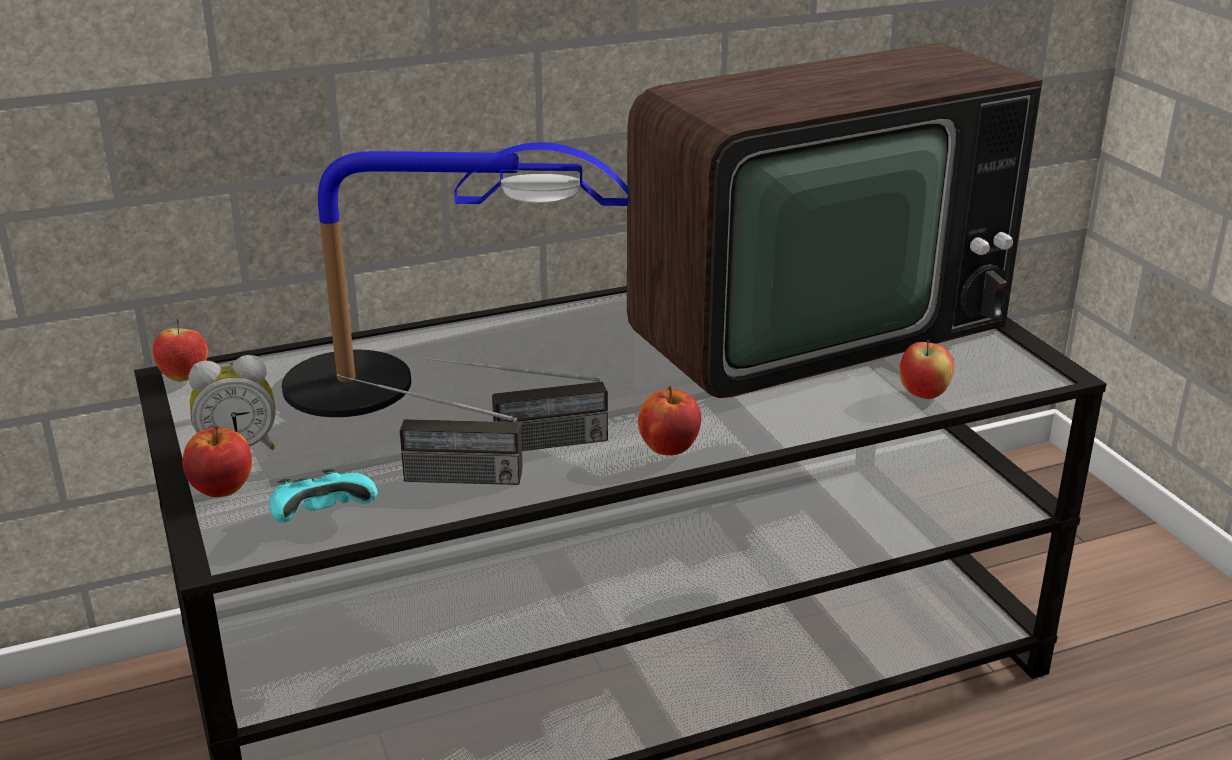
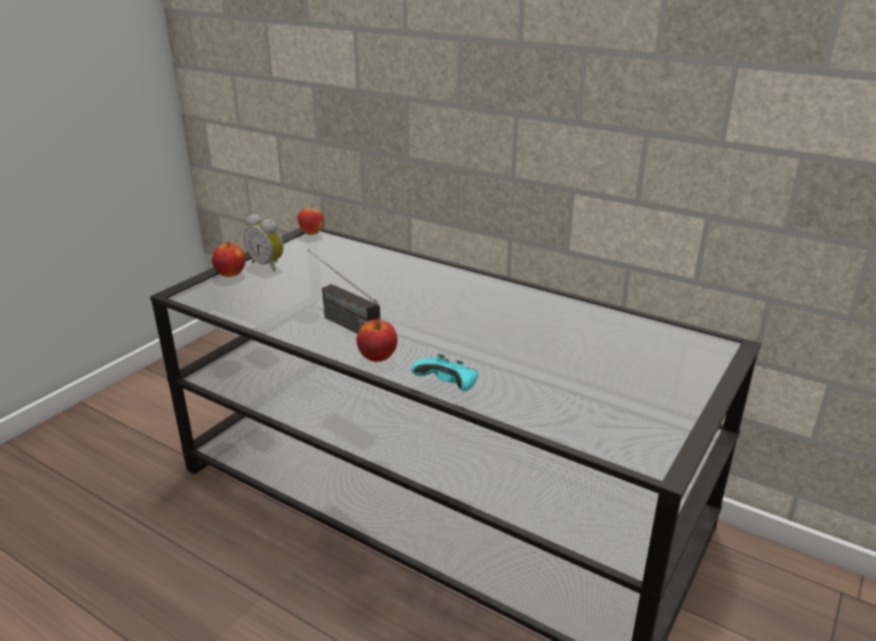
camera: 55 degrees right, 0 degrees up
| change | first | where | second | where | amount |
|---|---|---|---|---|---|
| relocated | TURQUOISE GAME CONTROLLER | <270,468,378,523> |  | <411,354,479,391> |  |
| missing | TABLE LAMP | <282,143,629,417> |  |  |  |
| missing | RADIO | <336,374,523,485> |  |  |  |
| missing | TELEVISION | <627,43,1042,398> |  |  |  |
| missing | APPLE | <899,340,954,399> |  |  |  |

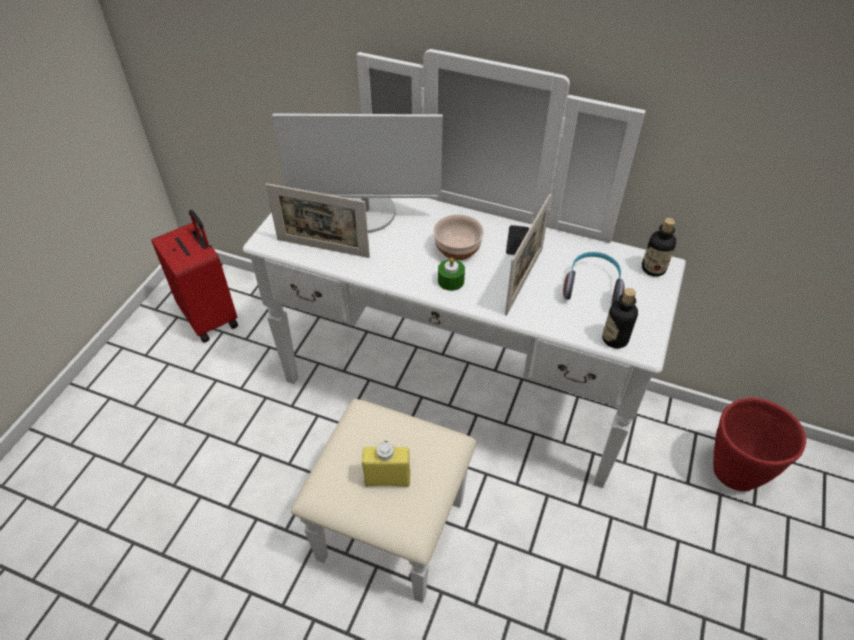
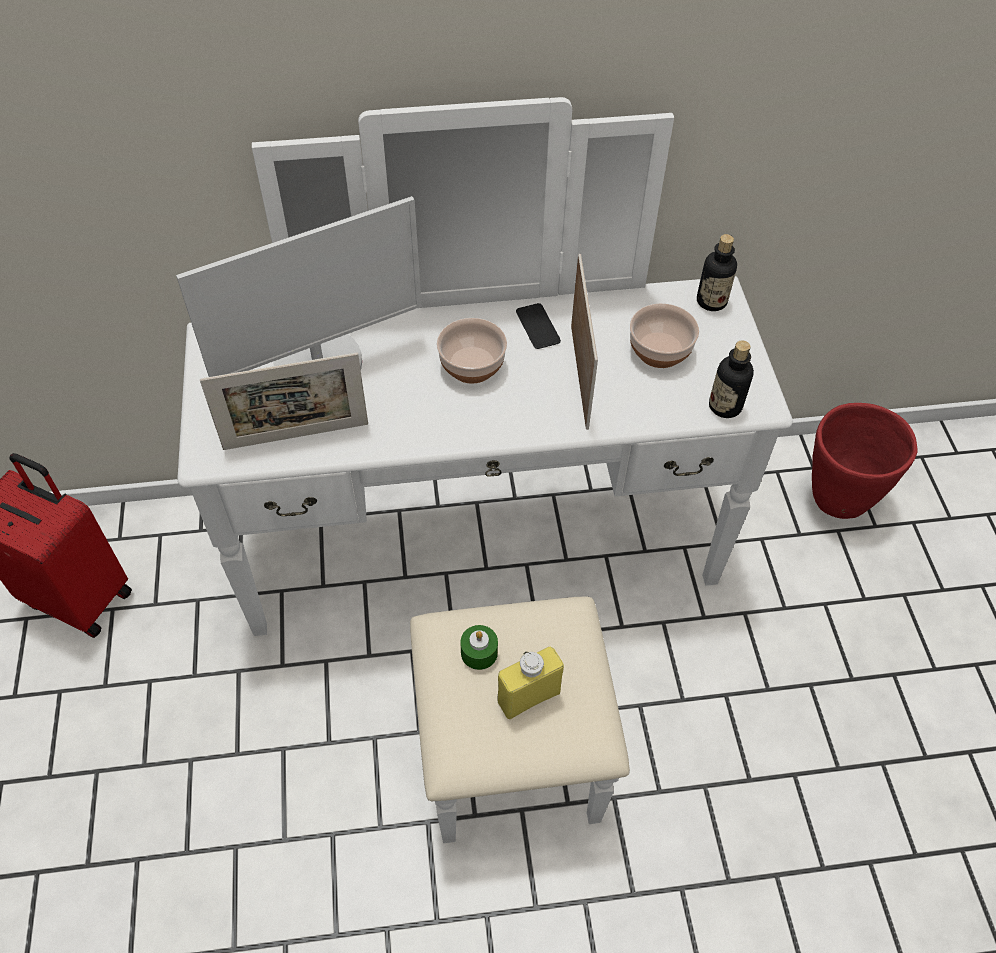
camera: 30 degrees left, 5 degrees up
| change | first | where | second | where | amount |
|---|---|---|---|---|---|
| relocated | GREEN CANDLE | <438,258,465,291> |  | <460,625,498,670> |  |
| exchanged | HEADPHONES | <563,252,625,305> | BOWL | <630,303,699,368> |  |

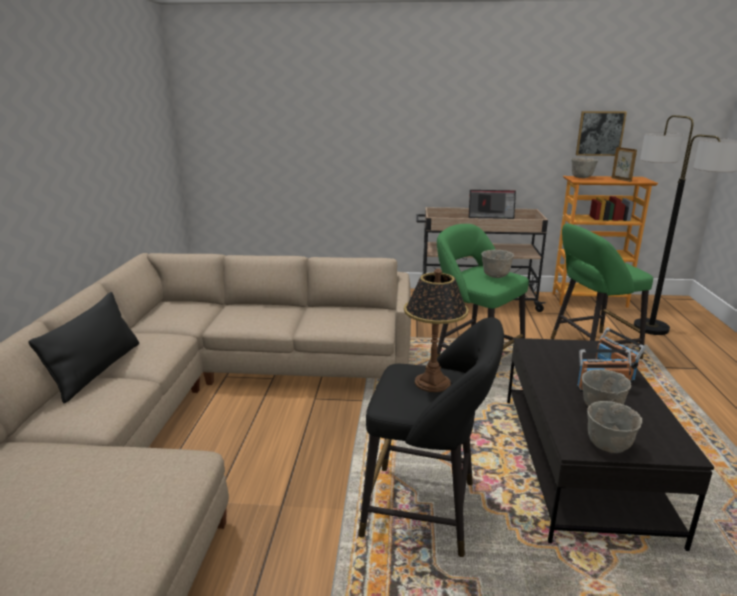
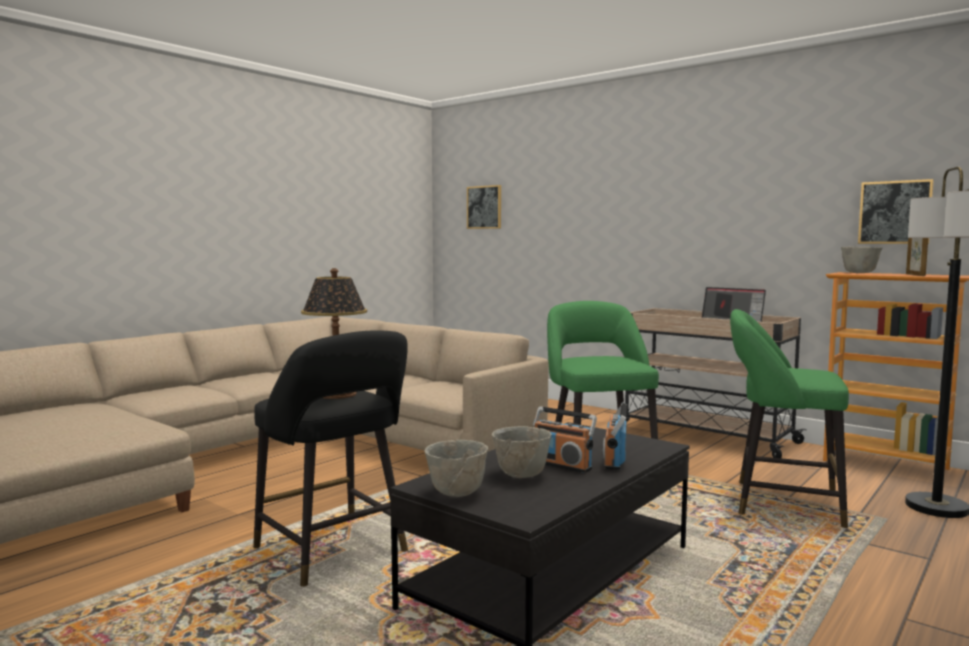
camera: 35 degrees right, 15 degrees down
| change | first | where | second | where | amount |
|---|---|---|---|---|---|
| missing | BLACK PILLOW | <29,292,139,403> |  |  |  |
| missing | GREY BOWL | <481,250,514,278> |  |  |  |
| appeared |  |  | PICTURE | <467,185,501,229> |  |

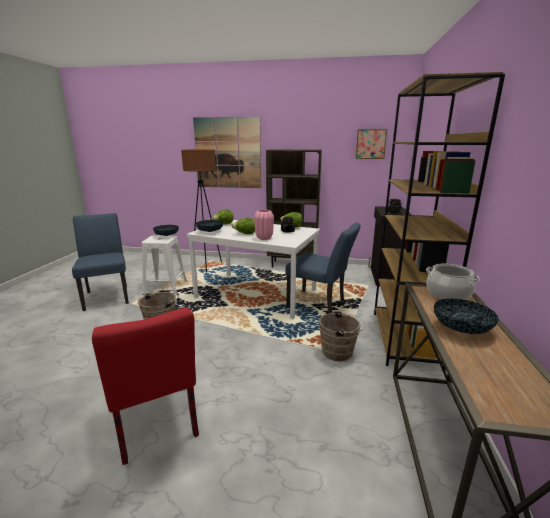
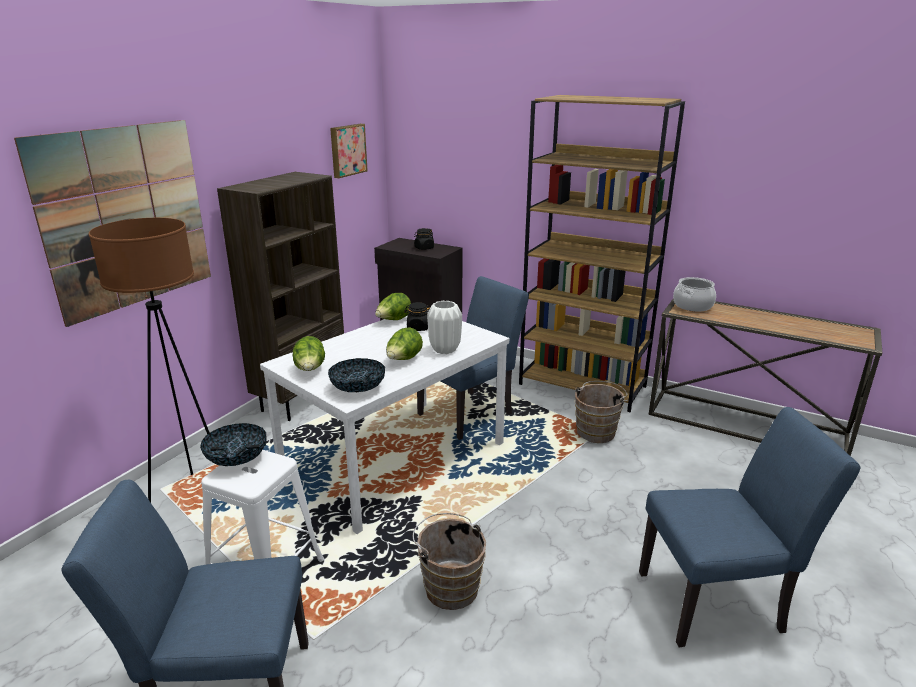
camera: 70 degrees left, 5 degrees up
| change | first | where | second | where | amount |
|---|---|---|---|---|---|
| colour | RED CHAIR | <92,307,199,465> | BLUE CHAIR | <639,407,861,647> |  |
| colour | PINK VASE | <254,210,274,240> | WHITE VASE | <427,301,462,354> |  |
| missing | BOWL | <434,299,498,334> |  |  |  |

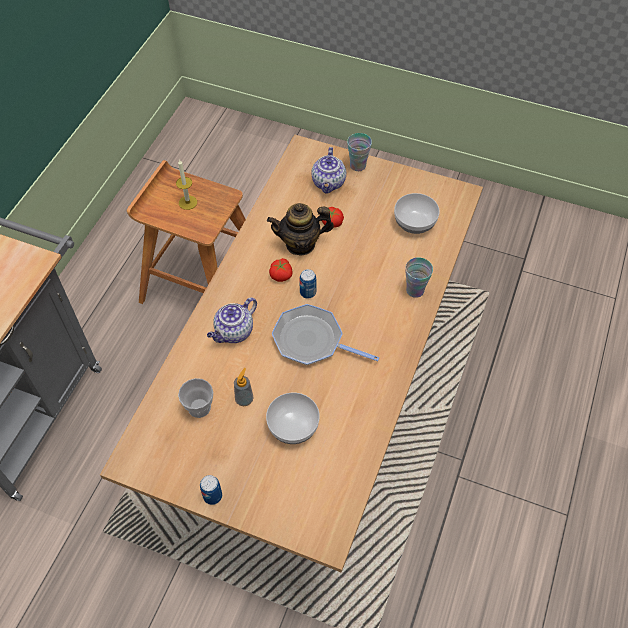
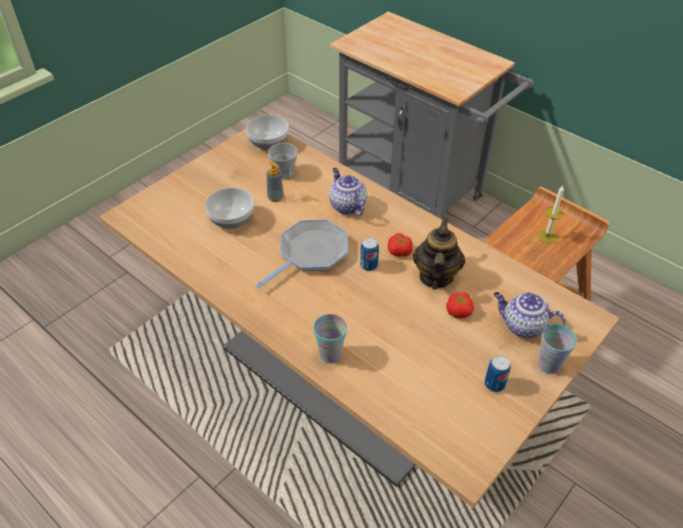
camera: 110 degrees right, 10 degrees down
| change | first | where | second | where | amount |
|---|---|---|---|---|---|
| relocated | CAN | <200,475,222,505> |  | <485,355,511,392> |  |
| relocated | BOWL | <394,193,440,234> |  | <246,115,289,150> |  |

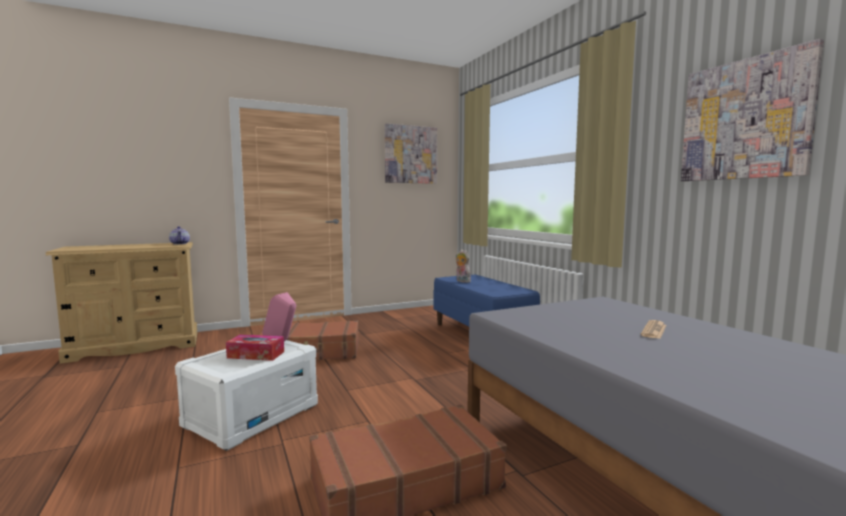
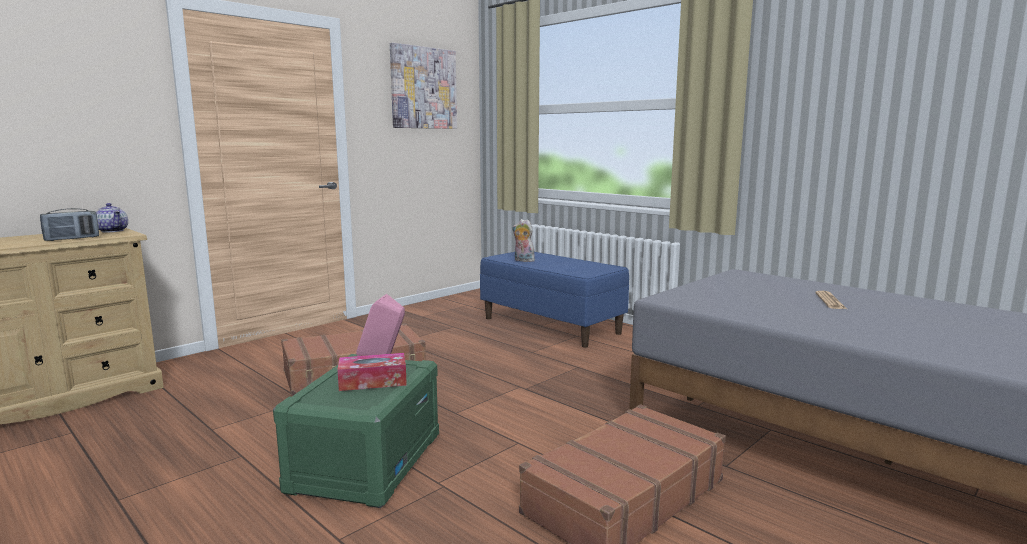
camera: 20 degrees left, 5 degrees up
| change | first | where | second | where | amount |
|---|---|---|---|---|---|
| colour | WHITE STORAGE BOX | <175,340,318,451> | GREEN STORAGE BOX | <273,354,439,508> |  |
| missing | PICTURE | <681,39,824,181> |  |  |  |
| appeared |  |  | RADIO | <40,208,99,241> |  |

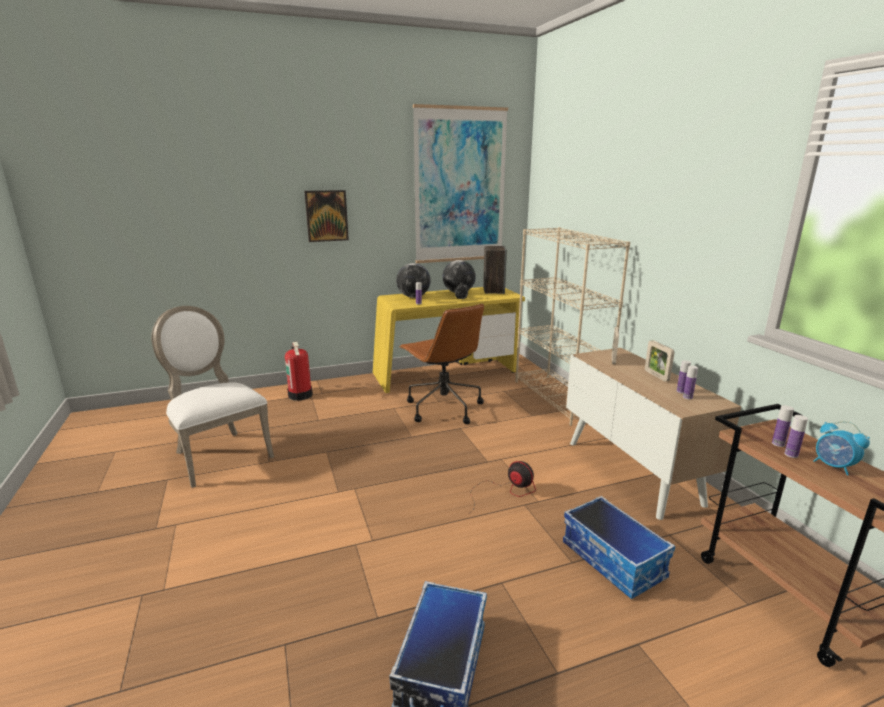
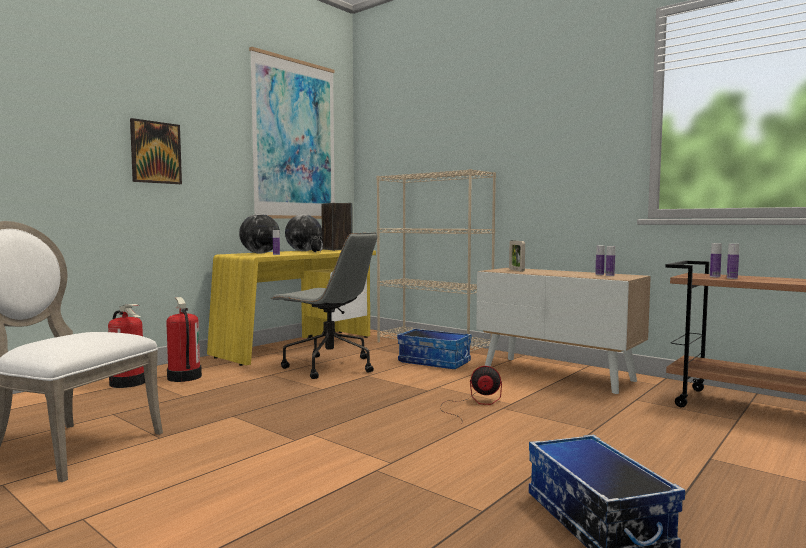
camera: 30 degrees left, 15 degrees down
| change | first | where | second | where | amount |
|---|---|---|---|---|---|
| colour | BROWN OFFICE CHAIR | <399,304,484,424> | GREY OFFICE CHAIR | <271,232,377,379> |  |
| relocated | STORAGE BOX | <563,496,675,599> |  | <397,328,471,369> |  |
| missing | PICTURE FRAME | <645,340,674,382> |  |  |  |
| missing | ALARM CLOCK | <813,421,870,475> |  |  |  |
| appeared |  |  | FIRE EXTINGUISHER | <166,297,202,382> |  |

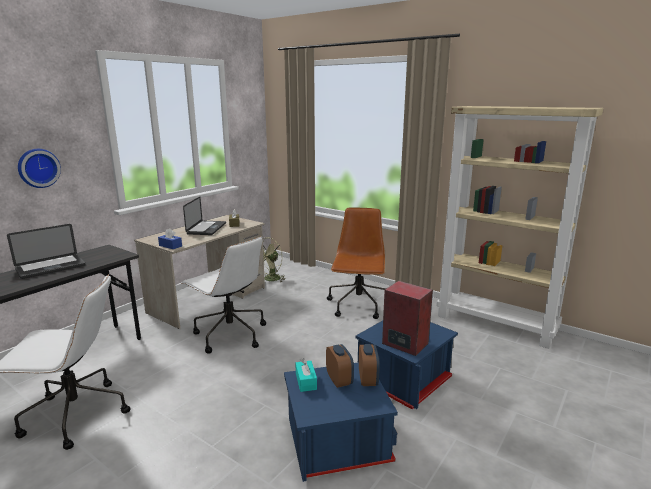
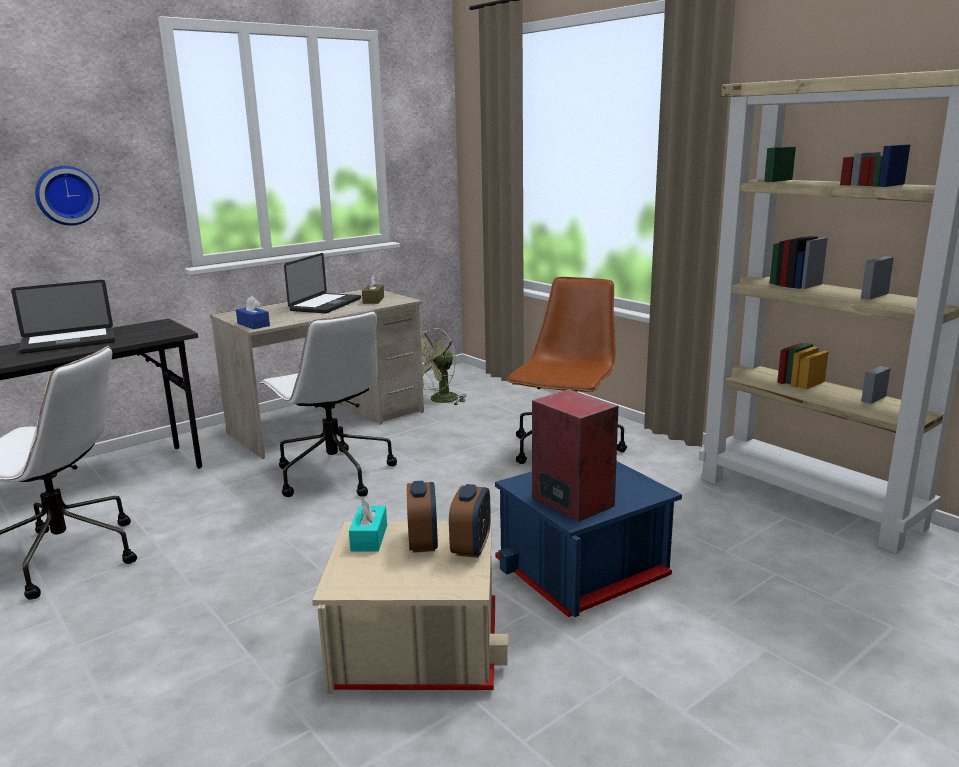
camera: 15 degrees right, 0 degrees up
| change | first | where | second | where | amount |
|---|---|---|---|---|---|
| colour | BLUE STORAGE BOX | <284,362,398,482> | BEIGE STORAGE BOX | <312,521,509,694> |  |

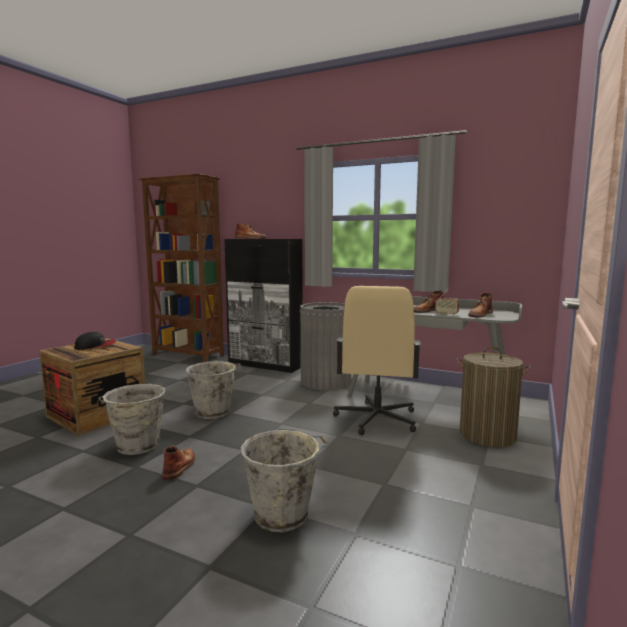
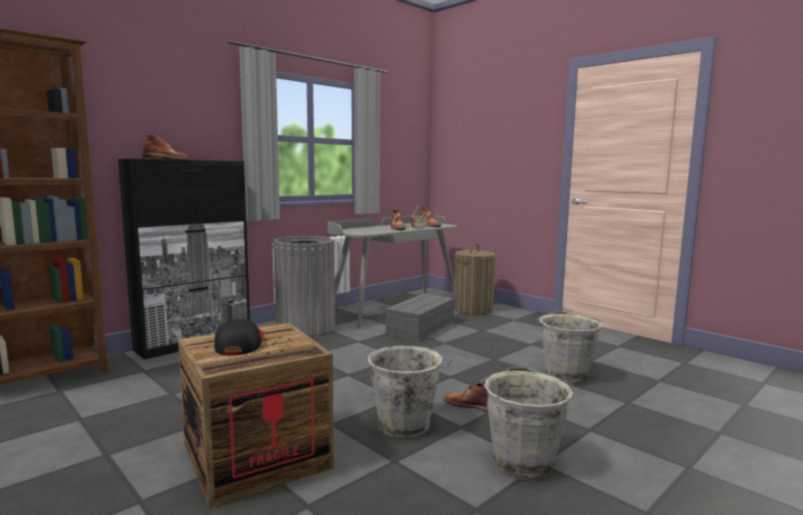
camera: 70 degrees left, 0 degrees up
| change | first | where | second | where | amount |
|---|---|---|---|---|---|
| relocated | GREY BUCKET | <186,361,242,419> |  | <481,367,573,480> |  |
| exchanged | BEIGE OFFICE CHAIR | <333,286,421,435> | GREY STORAGE BOX | <385,293,455,341> |  |

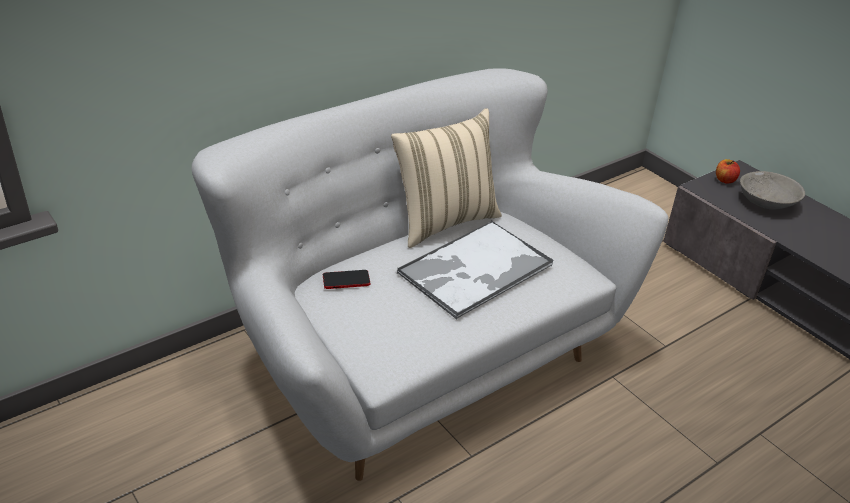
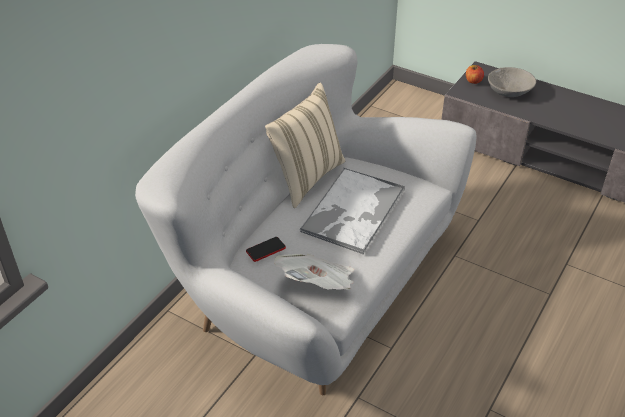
camera: 20 degrees left, 5 degrees up
| change | first | where | second | where | amount |
|---|---|---|---|---|---|
| appeared |  |  | NEWSPAPER | <274,254,354,290> |  |

